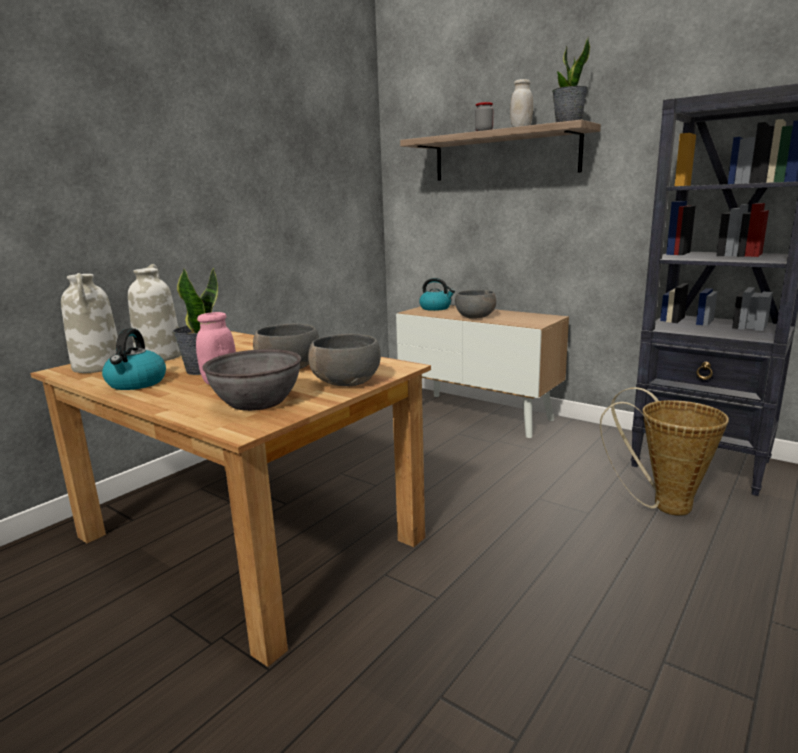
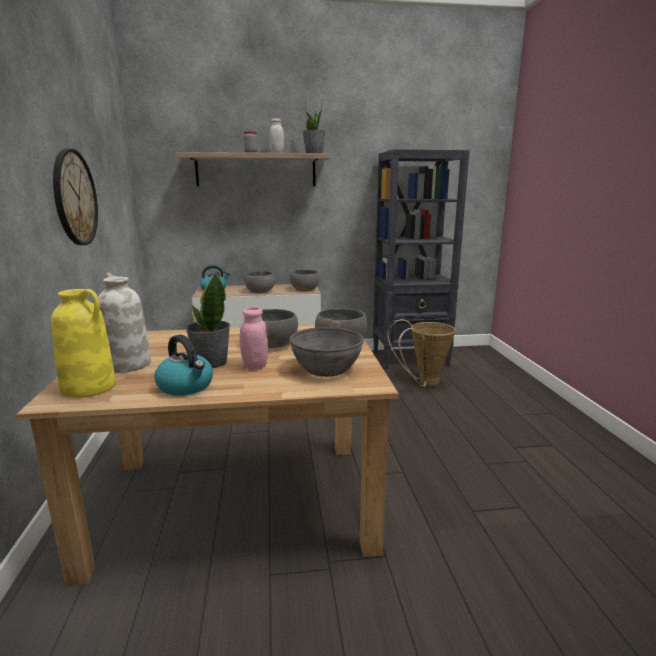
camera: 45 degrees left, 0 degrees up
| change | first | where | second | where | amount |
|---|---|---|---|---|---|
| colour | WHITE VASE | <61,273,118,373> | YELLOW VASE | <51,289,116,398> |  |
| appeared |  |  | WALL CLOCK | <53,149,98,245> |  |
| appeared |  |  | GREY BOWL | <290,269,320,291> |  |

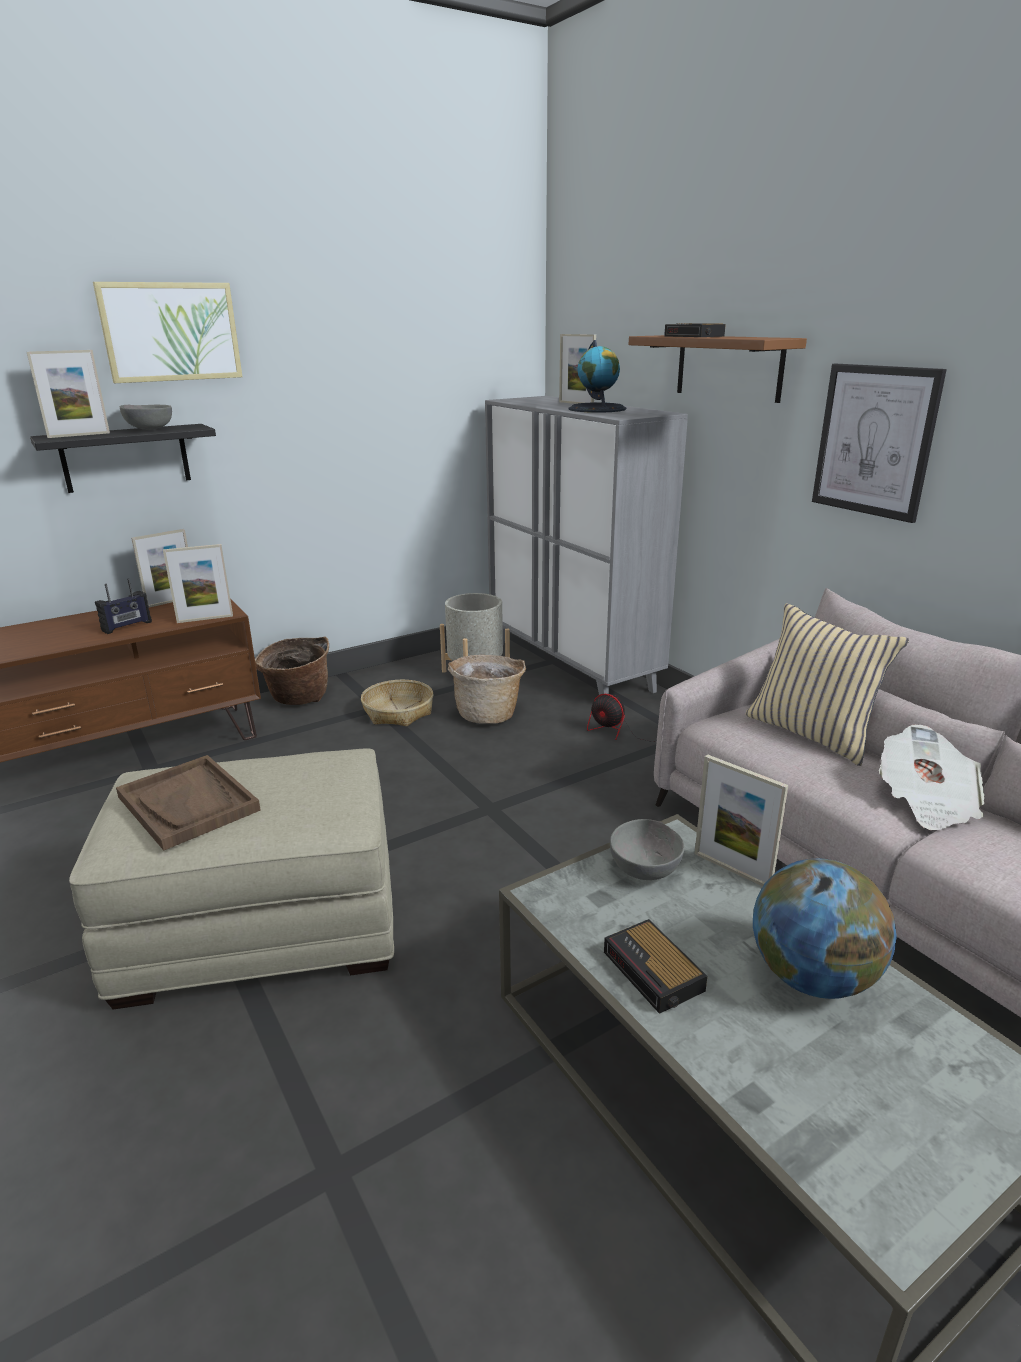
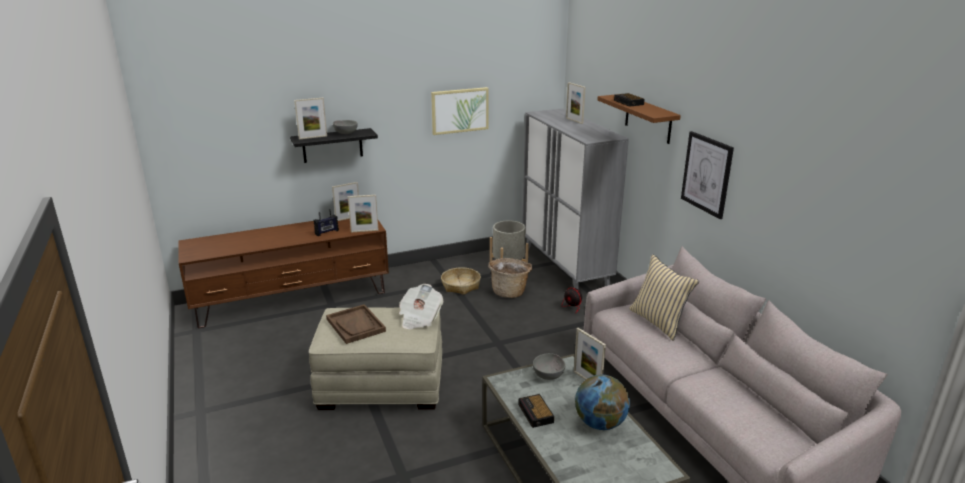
camera: 10 degrees right, 0 degrees up
| change | first | where | second | where | amount |
|---|---|---|---|---|---|
| relocated | PICTURE | <93,282,242,383> |  | <431,87,489,135> |  |
| missing | BASKET | <255,637,329,705> |  |  |  |
| missing | GLOBE | <569,340,626,413> |  |  |  |
| relocated | NEWSPAPER | <879,725,984,830> |  | <399,284,443,329> |  |

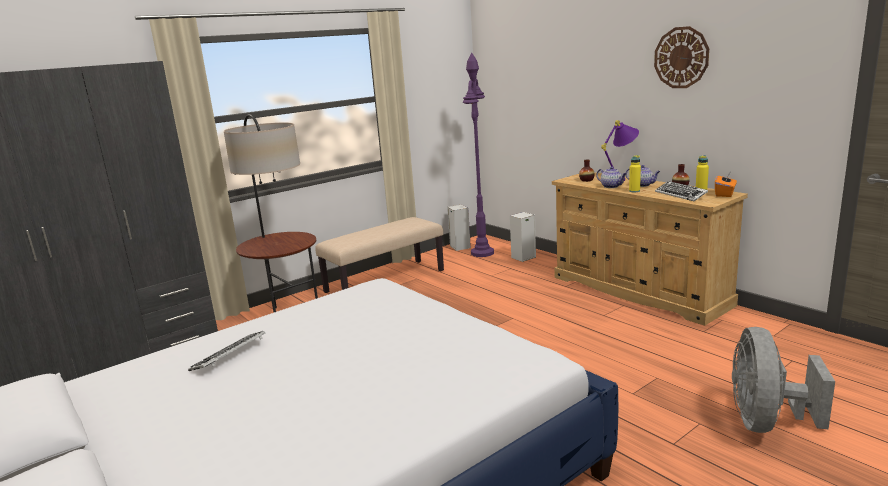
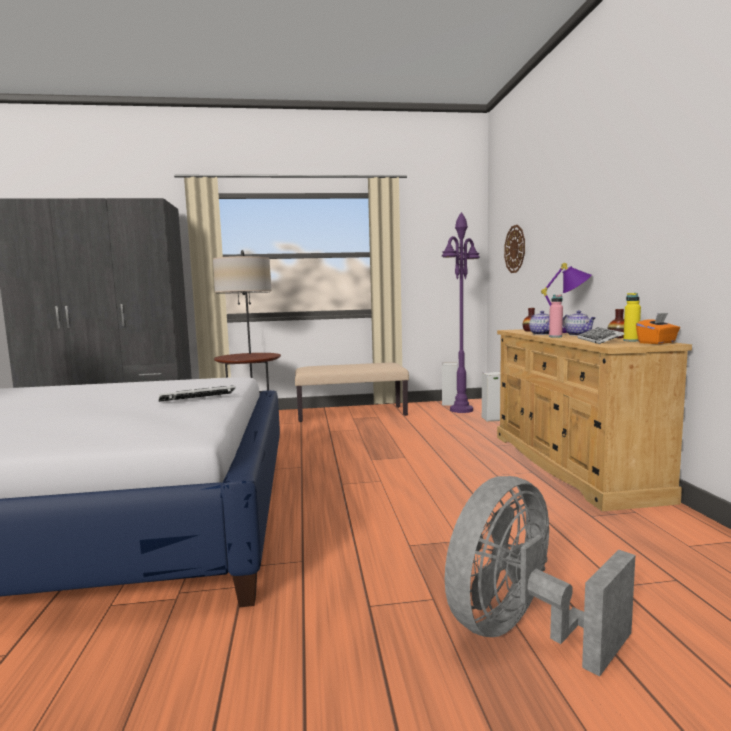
camera: 30 degrees right, 10 degrees down
| change | first | where | second | where | amount |
|---|---|---|---|---|---|
| relocated | KEYBOARD | <188,331,265,371> |  | <158,385,236,402> |  |
| colour | YELLOW BOTTLE | <629,155,641,192> | PINK BOTTLE | <549,294,563,338> |  |
| relocated | WALL CLOCK | <654,26,709,88> |  | <504,225,525,273> |  |

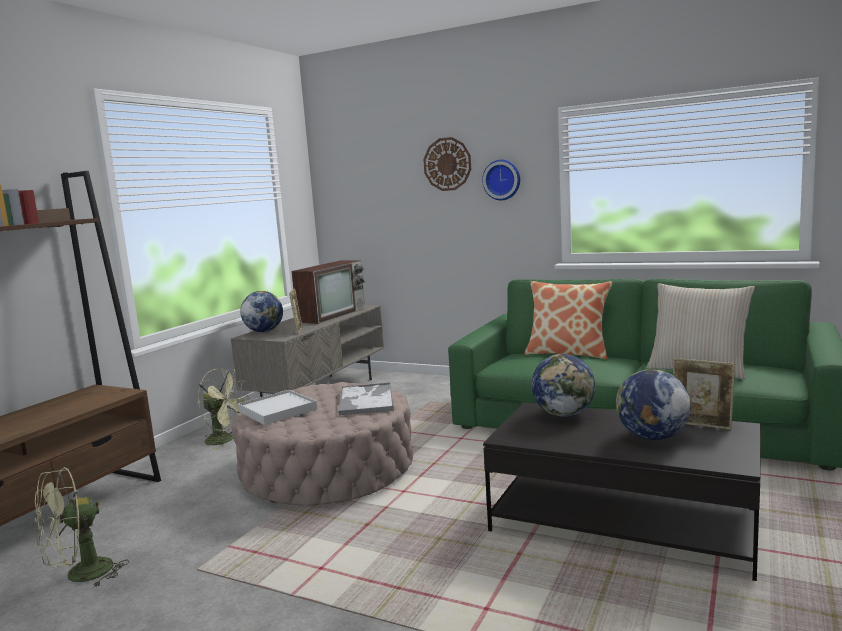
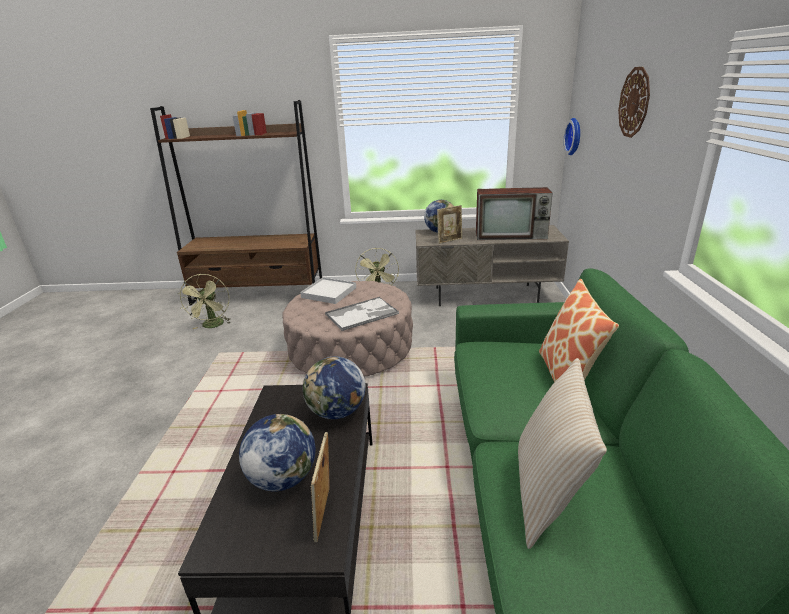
camera: 65 degrees right, 15 degrees up
| change | first | where | second | where | amount |
|---|---|---|---|---|---|
| spun | GREEN FAN | <35,467,129,588> |  | <178,274,231,329> | 120 degrees counterclockwise |
| relocated | WALL CLOCK | <482,159,520,200> |  | <564,118,580,155> |  |

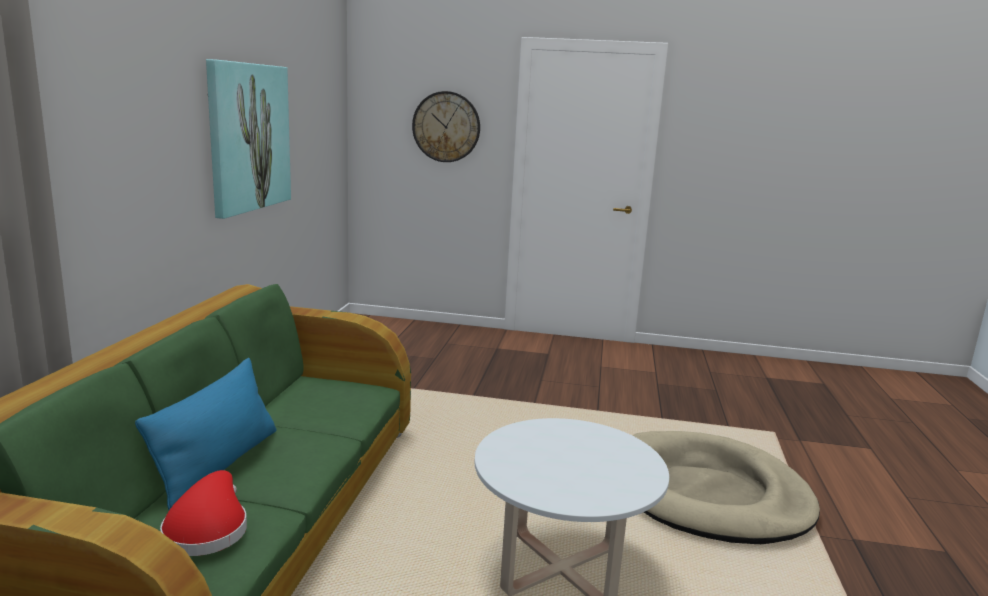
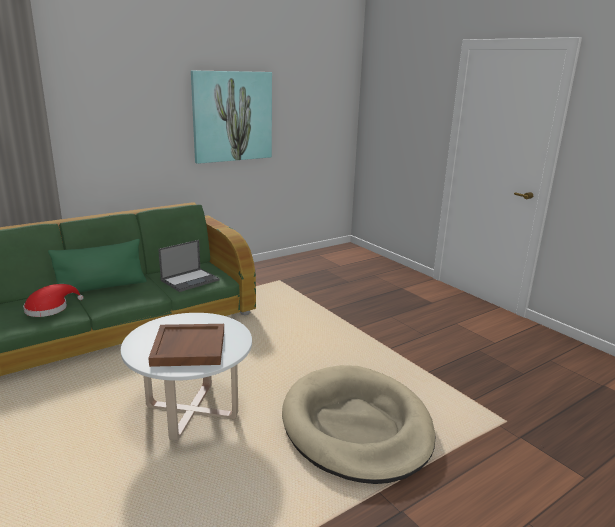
camera: 45 degrees right, 5 degrees up
| change | first | where | second | where | amount |
|---|---|---|---|---|---|
| colour | BLUE PILLOW | <135,358,276,510> | GREEN PILLOW | <48,239,147,295> |  |
| missing | WALL CLOCK | <412,91,480,162> |  |  |  |
| appeared |  |  | BROWN TRAY | <148,324,224,367> |  |
| appeared |  |  | LAPTOP | <158,240,219,292> |  |

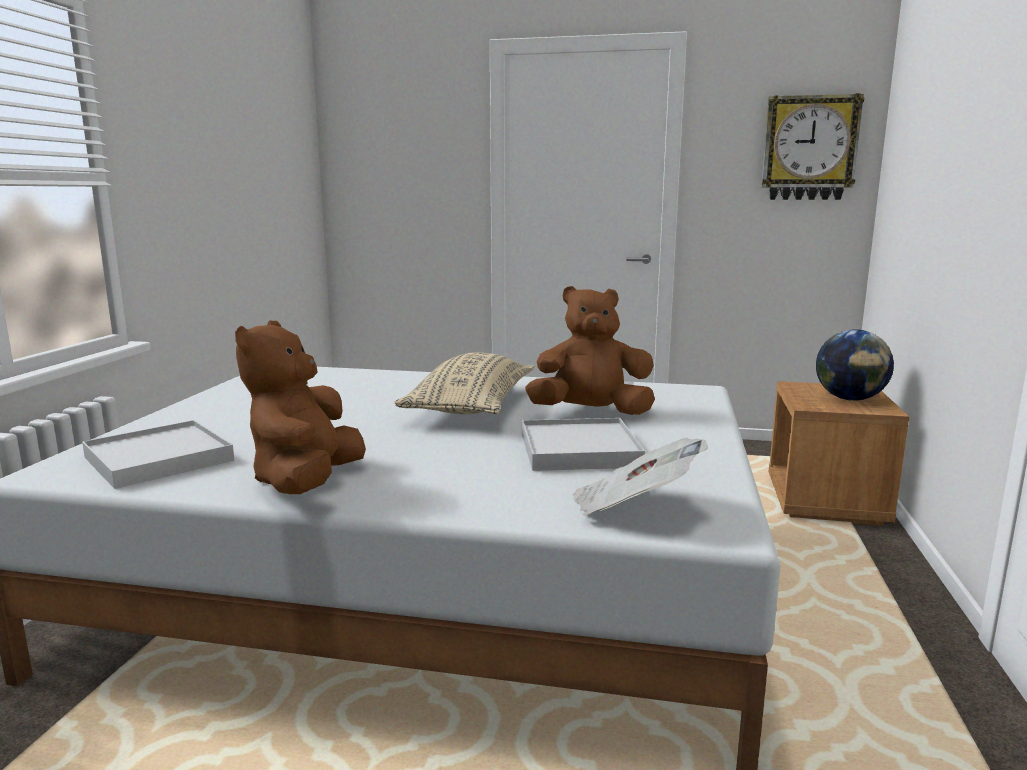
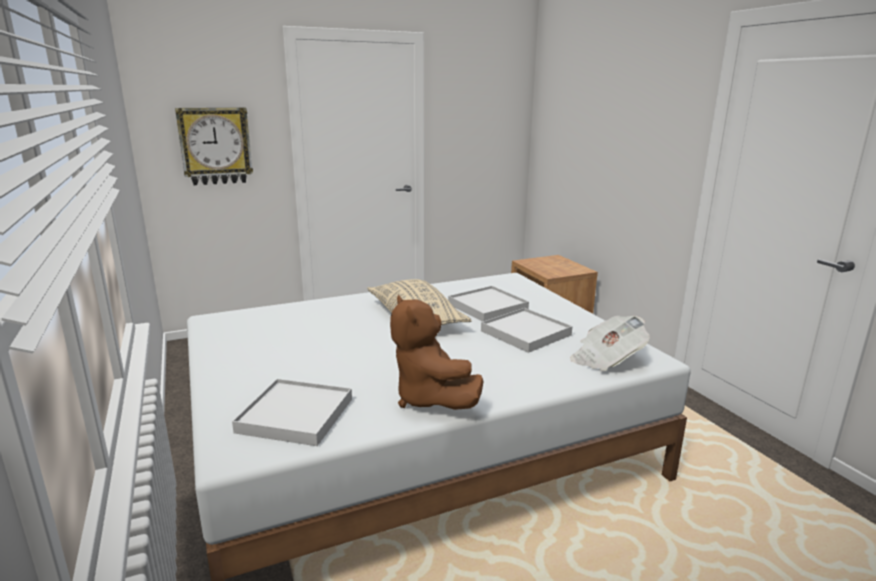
camera: 35 degrees left, 5 degrees up
| change | first | where | second | where | amount |
|---|---|---|---|---|---|
| exchanged | BROWN PLUSH TOY | <525,286,655,415> | WHITE TRAY | <448,286,529,322> |  |
| relocated | WALL CLOCK | <761,93,865,200> |  | <175,108,253,185> |  |
| missing | GLOBE | <816,329,894,401> |  |  |  |

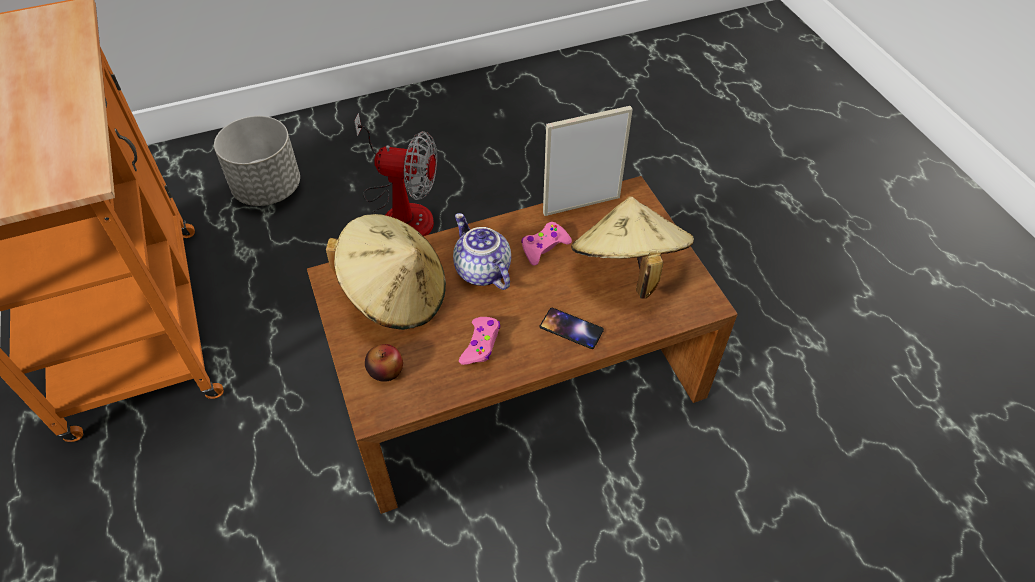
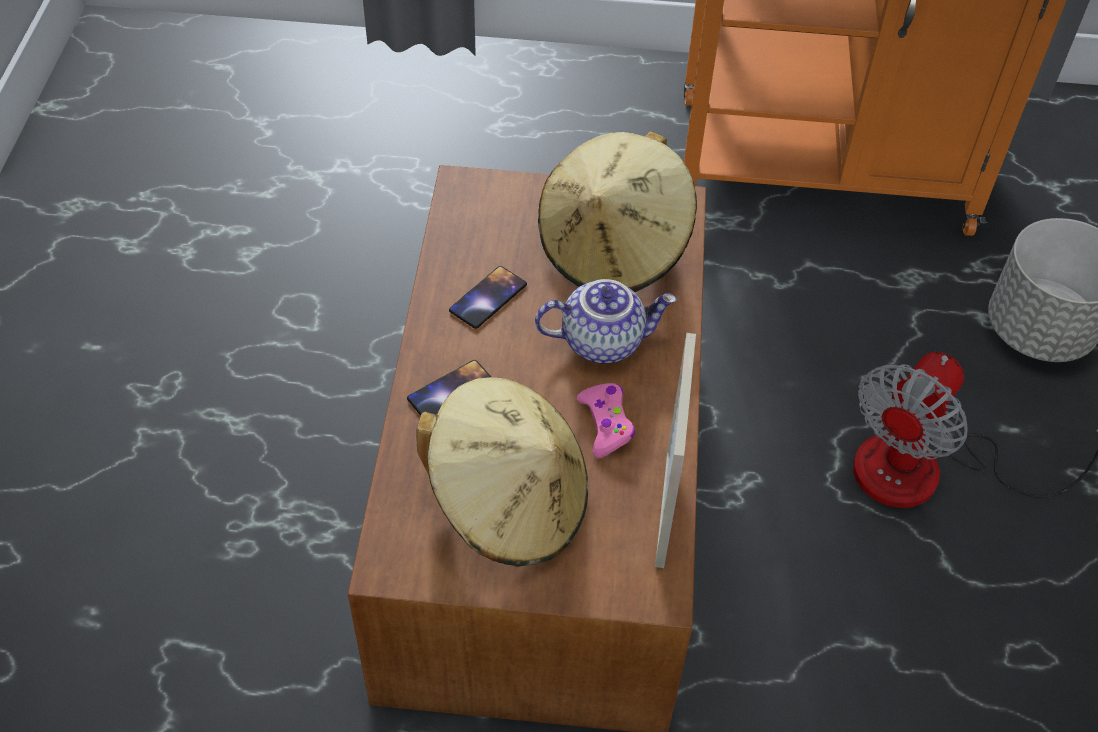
camera: 115 degrees right, 0 degrees up
| change | first | where | second | where | amount |
|---|---|---|---|---|---|
| missing | APPLE | <365,344,403,382> |  |  |  |
| exchanged | PINK GAME CONTROLLER | <459,317,500,365> | PHONE | <449,266,527,329> |  |

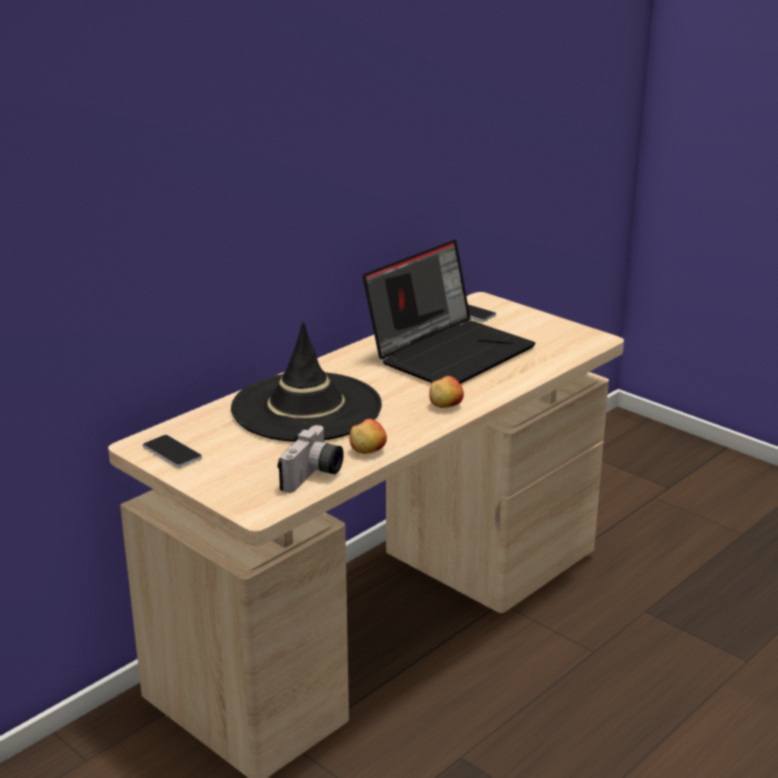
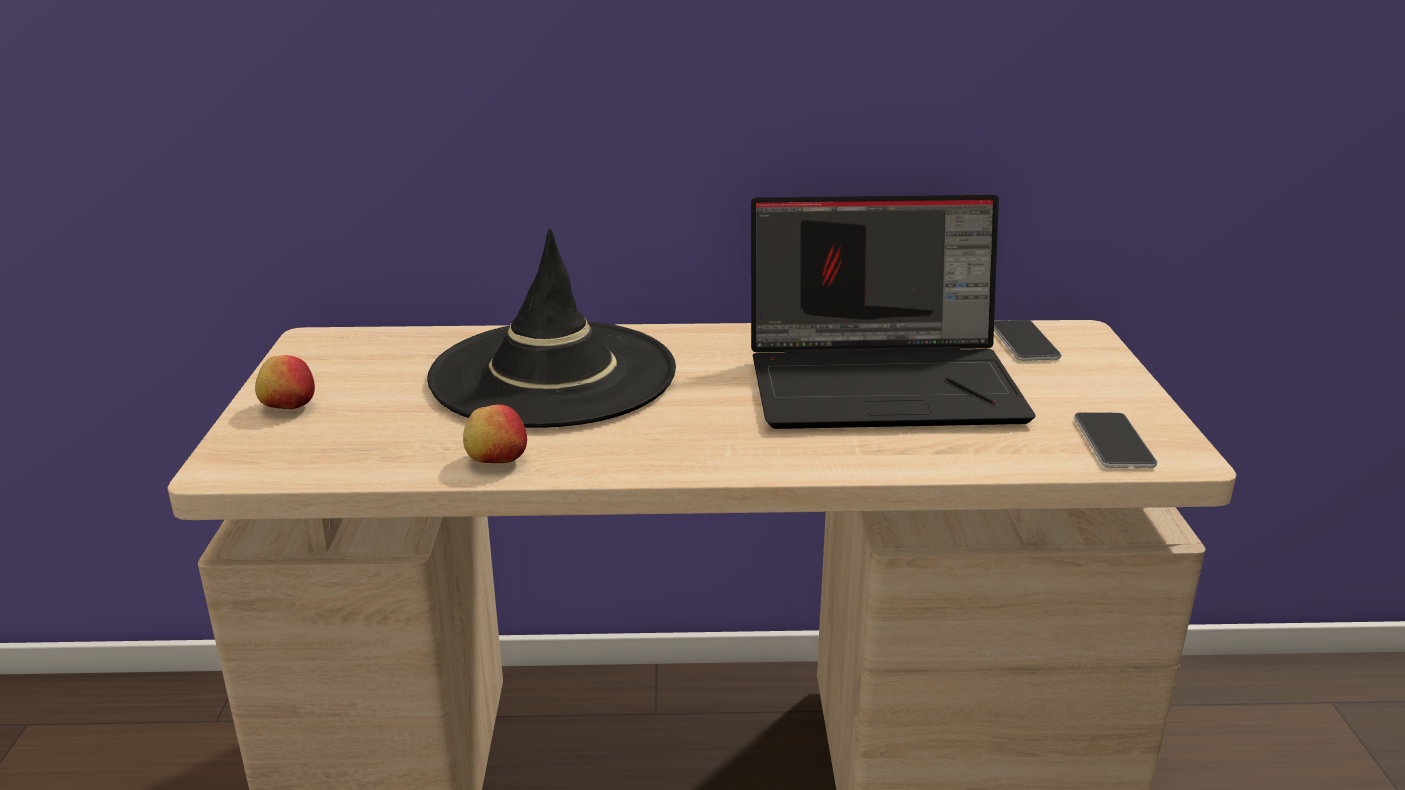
camera: 45 degrees right, 0 degrees up
| change | first | where | second | where | amount |
|---|---|---|---|---|---|
| relocated | PHONE | <143,435,202,468> |  | <1074,412,1157,468> |  |
| missing | PHOTO CAMERA | <277,425,344,493> |  |  |  |
| relocated | APPLE | <429,376,464,408> |  | <255,355,315,409> |  |

